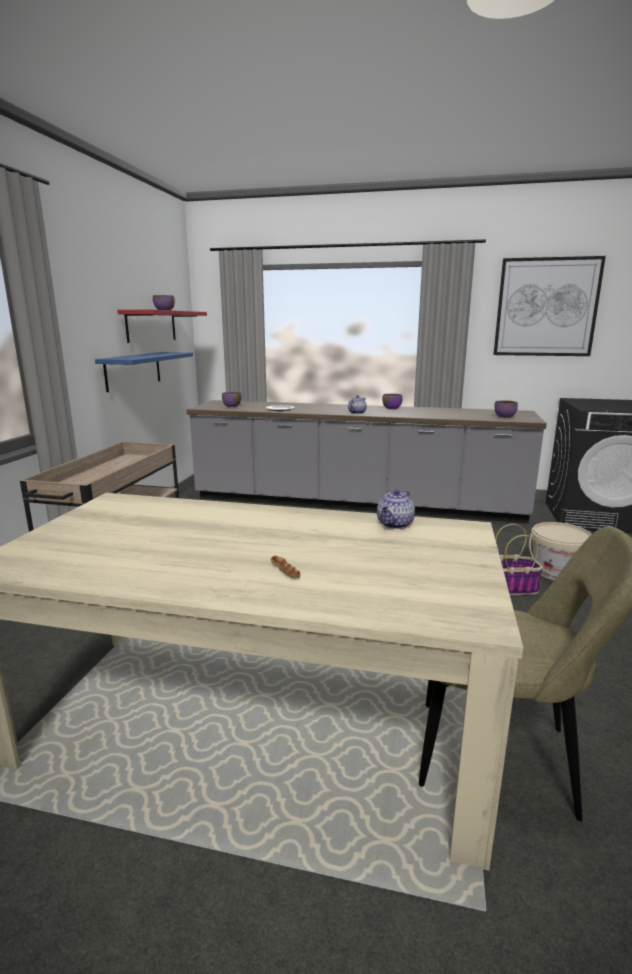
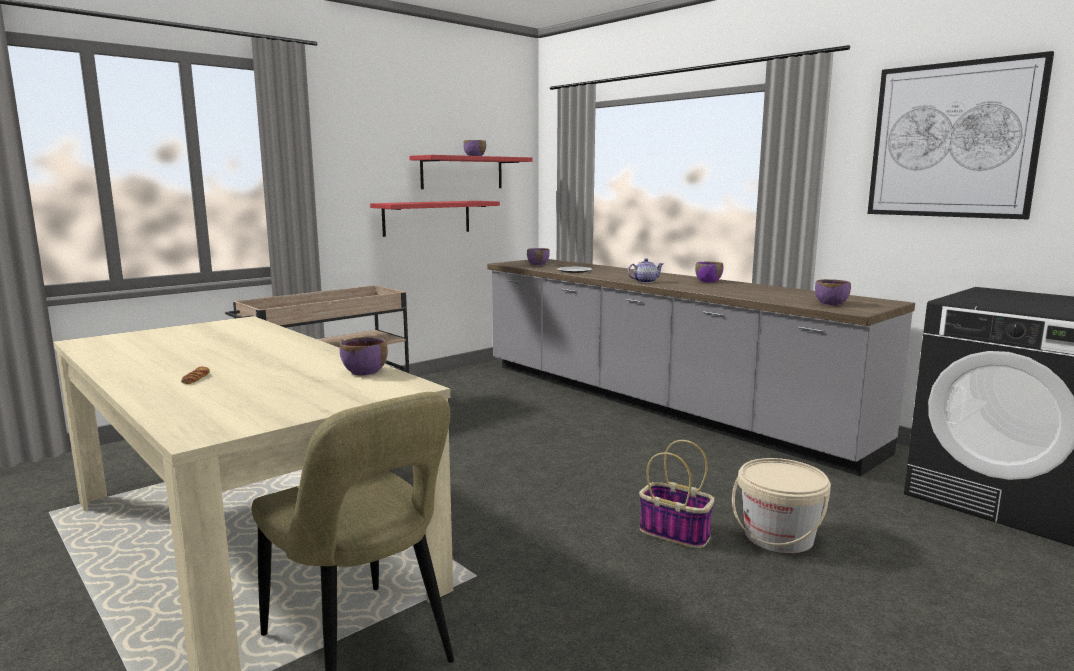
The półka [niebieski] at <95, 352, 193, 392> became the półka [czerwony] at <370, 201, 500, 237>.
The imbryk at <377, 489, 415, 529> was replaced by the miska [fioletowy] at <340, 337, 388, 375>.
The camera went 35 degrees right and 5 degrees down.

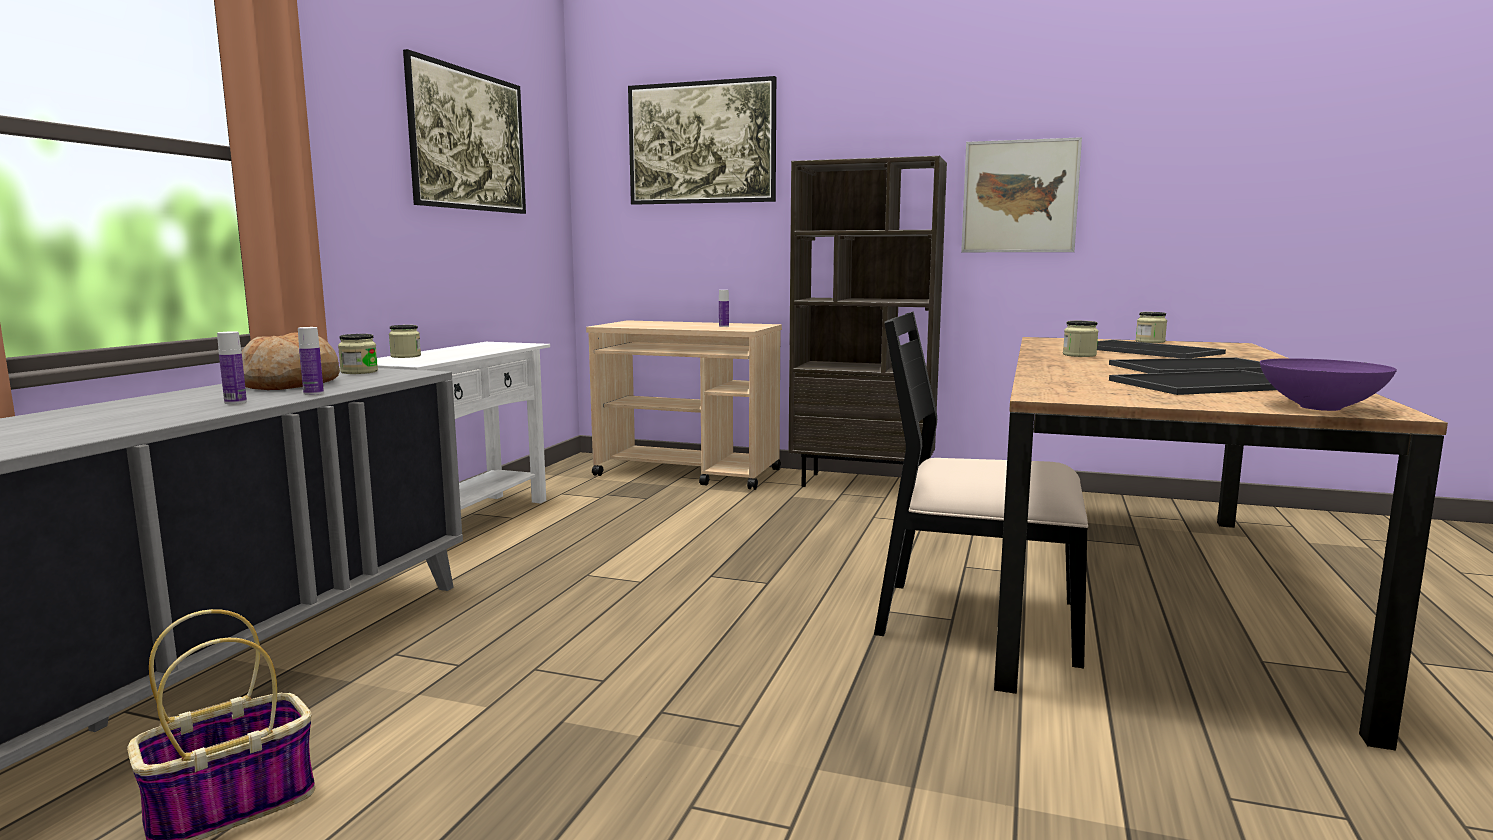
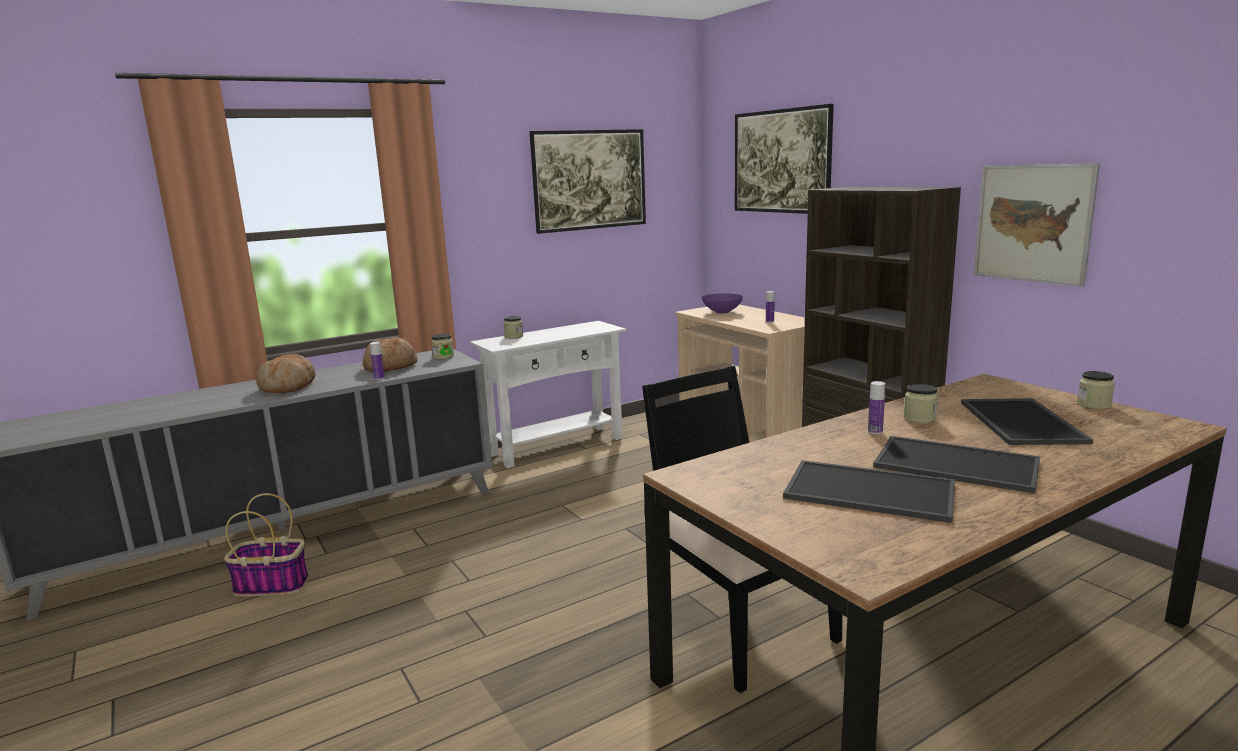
The butelka moved from <217, 331, 247, 404> to <868, 381, 885, 434>.
The miska [fioletowy] moved from <1260, 358, 1397, 411> to <702, 293, 743, 314>.
The chleb at <256, 354, 316, 393> appeared.
The camera went 40 degrees right and 5 degrees up.

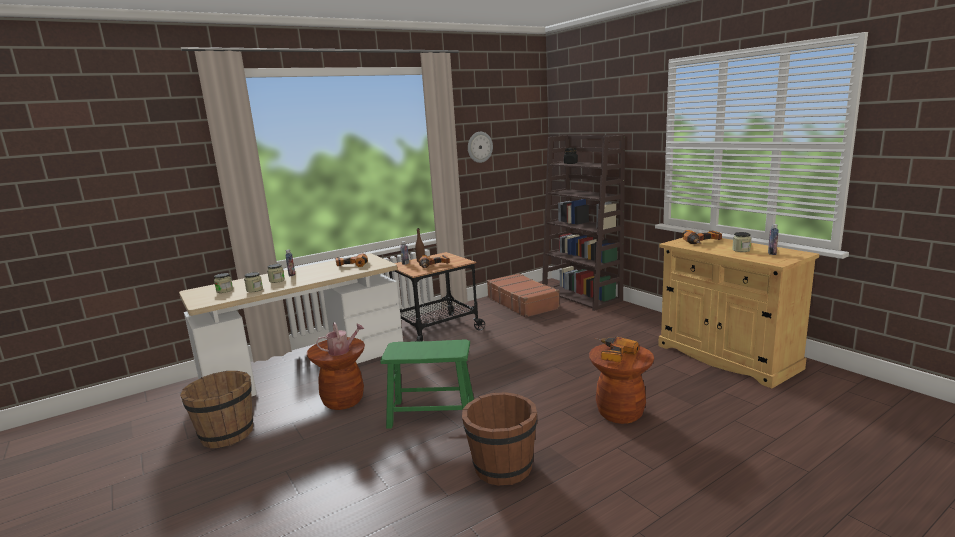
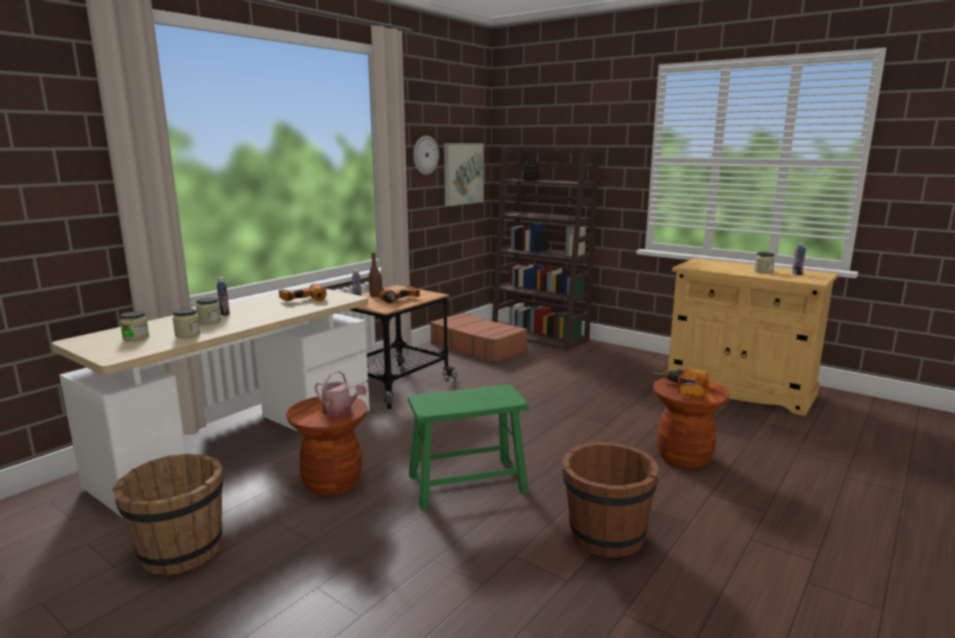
The konewka at <316, 322, 364, 356> turned 75 degrees clockwise.
The wiertarka at <682, 230, 722, 244> disappeared.
The obraz at <444, 143, 484, 206> appeared.
The camera went 20 degrees left and 0 degrees up.

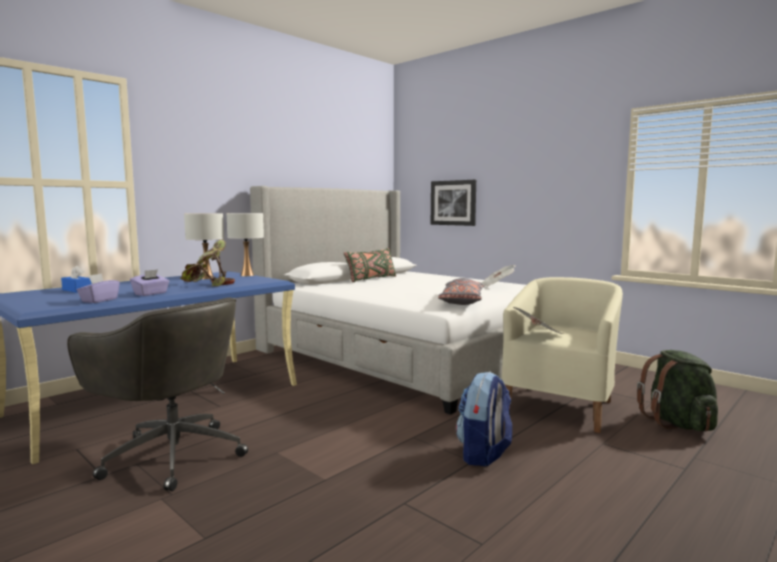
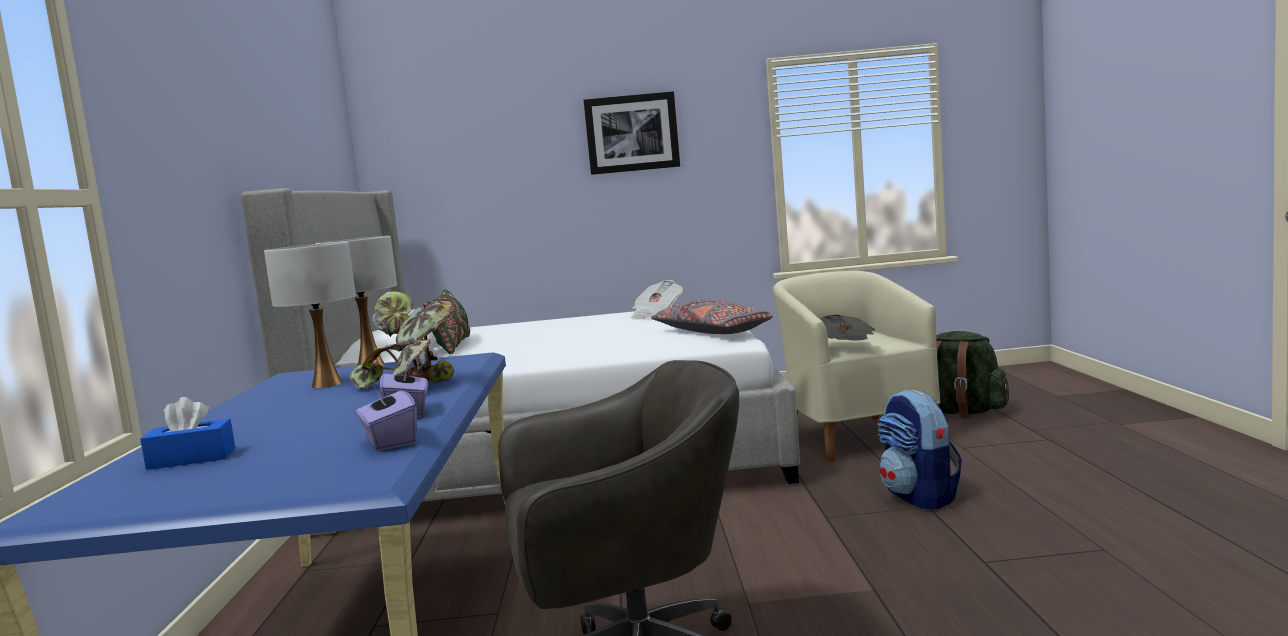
The obraz moved from <431, 180, 476, 226> to <584, 91, 680, 175>.
The camera went 45 degrees left and 0 degrees up.

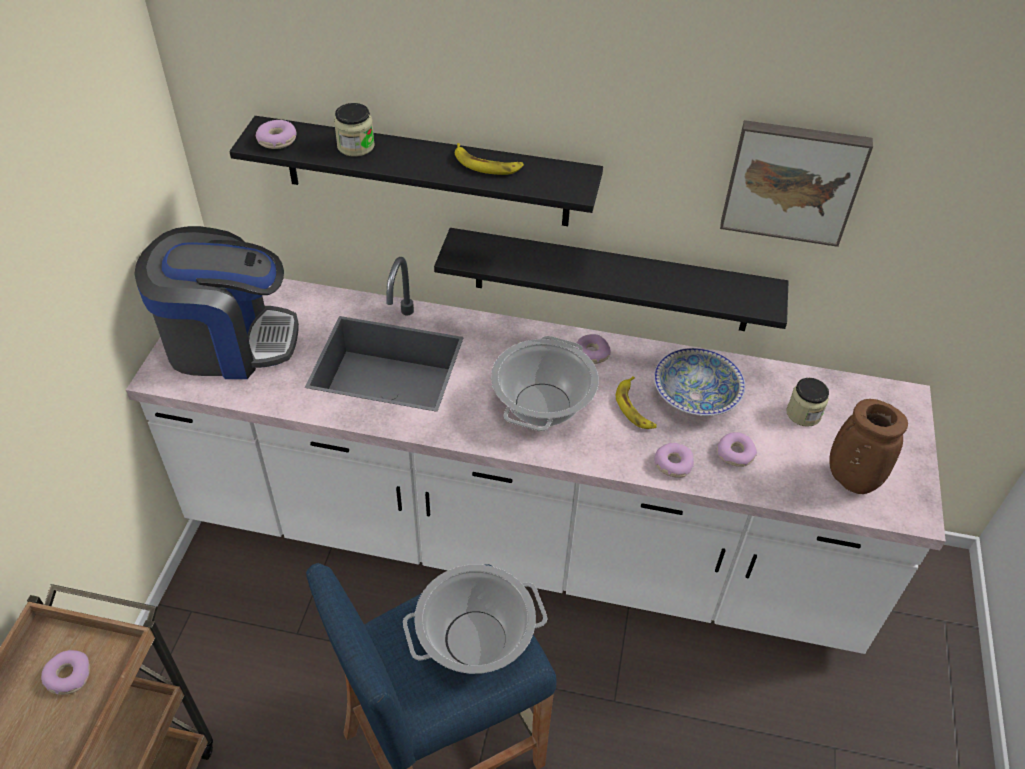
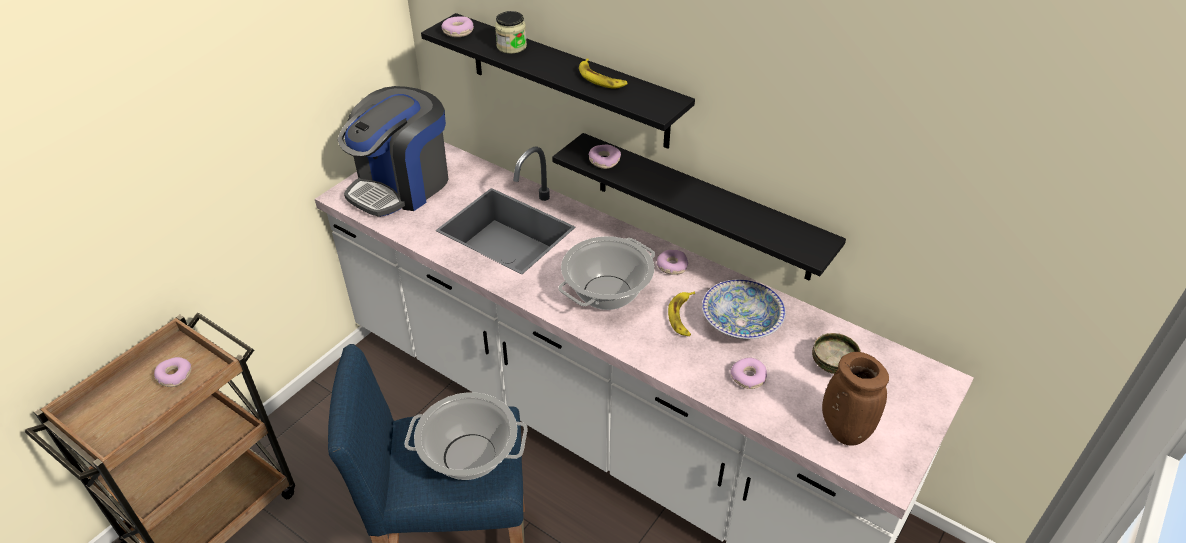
The ekspres do kawy at <134, 226, 299, 379> turned 105 degrees clockwise.
The donut moved from <654, 443, 694, 478> to <588, 145, 621, 169>.
The obraz at <720, 120, 873, 247> disappeared.
The słoik at <786, 378, 829, 427> was replaced by the miska at <812, 333, 861, 374>.
The camera went 25 degrees right and 5 degrees down.

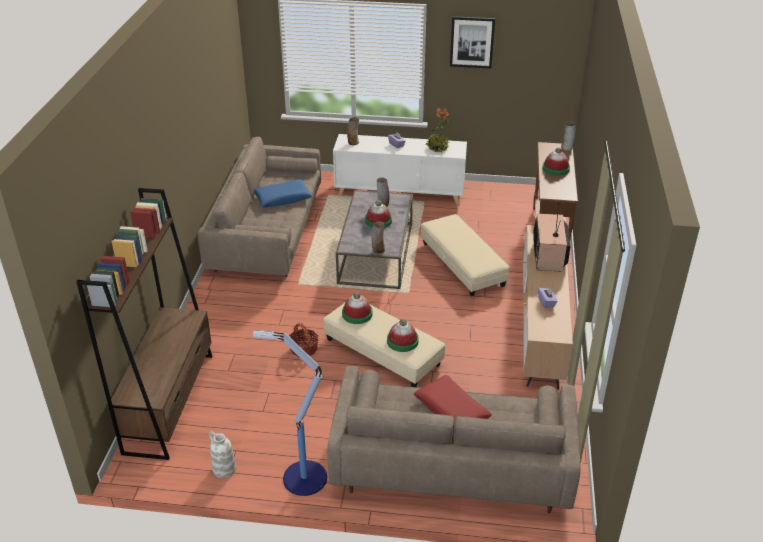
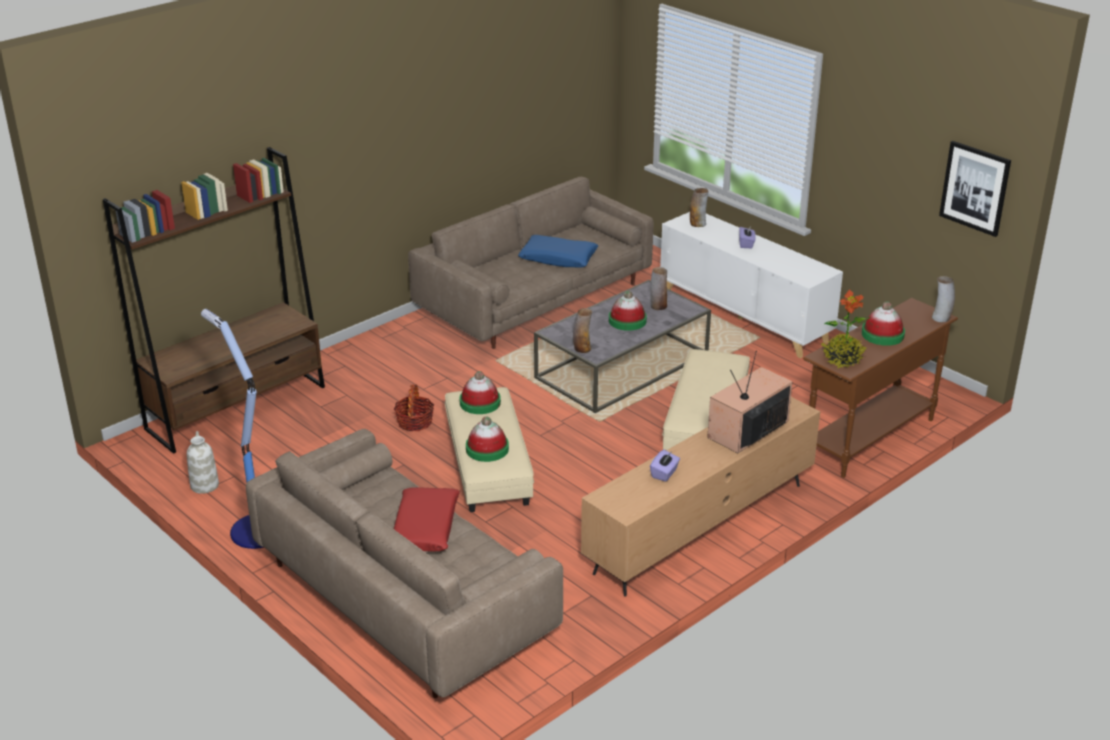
The roślina doniczkowa moved from <426, 108, 451, 153> to <821, 290, 870, 369>.
The obraz moved from <450, 16, 495, 69> to <939, 141, 1011, 237>.
The camera went 40 degrees right and 5 degrees down.

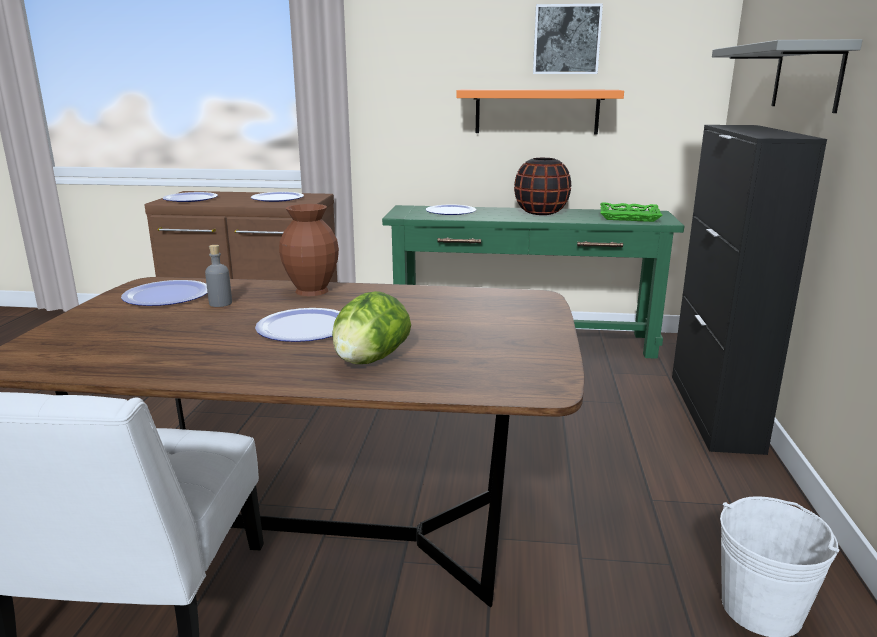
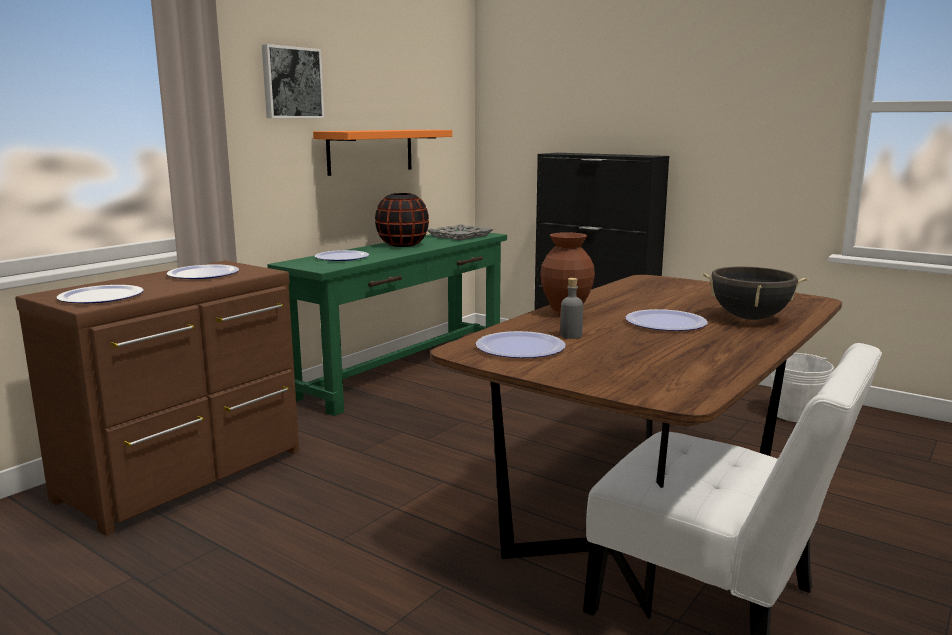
The sałata at <332, 291, 411, 364> was replaced by the garnek [czarny] at <701, 266, 808, 320>.
The obraz moved from <533, 4, 603, 74> to <262, 44, 324, 118>.
The taca [zielony] at <600, 203, 663, 222> became the taca [szary] at <427, 224, 494, 240>.
The półka [szary] at <712, 39, 862, 113> disappeared.
The camera went 60 degrees left and 5 degrees down.

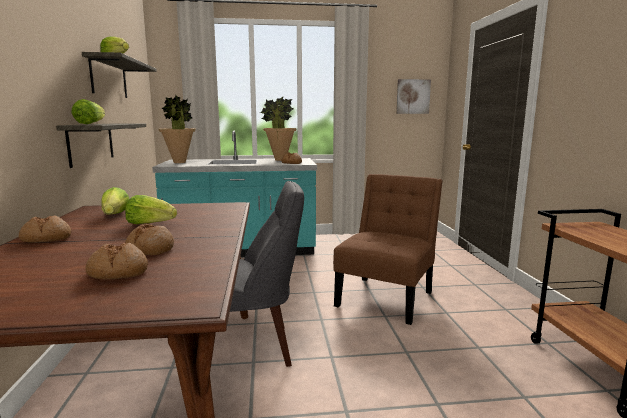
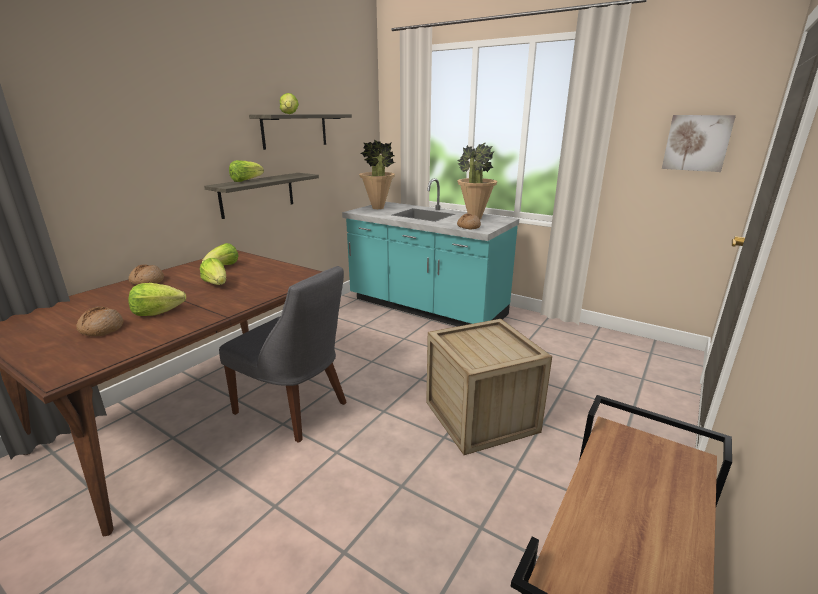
The chleb at <125, 224, 174, 255> was replaced by the sałata at <128, 283, 186, 316>.
The krzesło [brązowy] at <333, 174, 443, 325> was replaced by the skrzynka at <426, 319, 552, 455>.
The camera went 40 degrees right and 10 degrees up.

